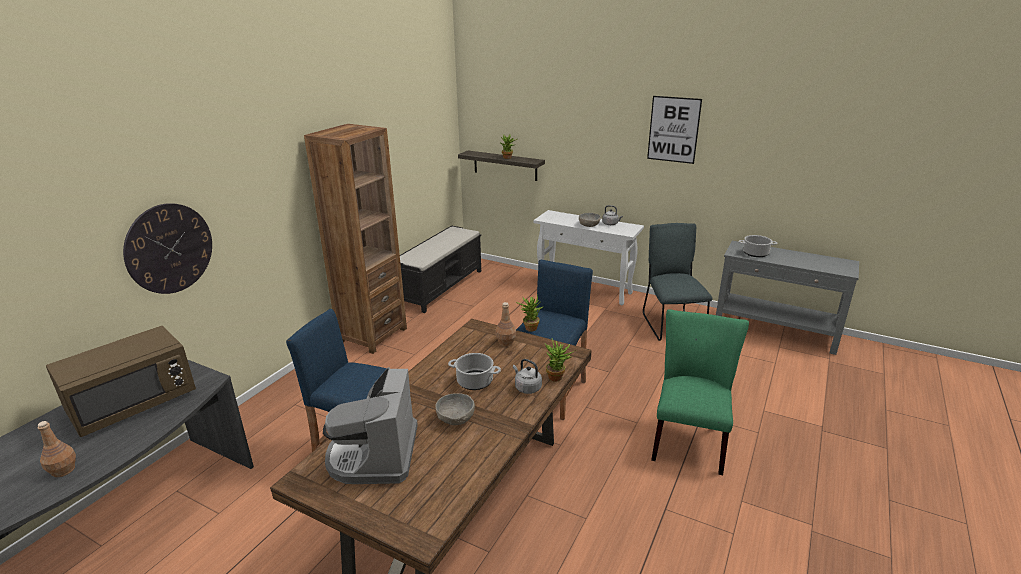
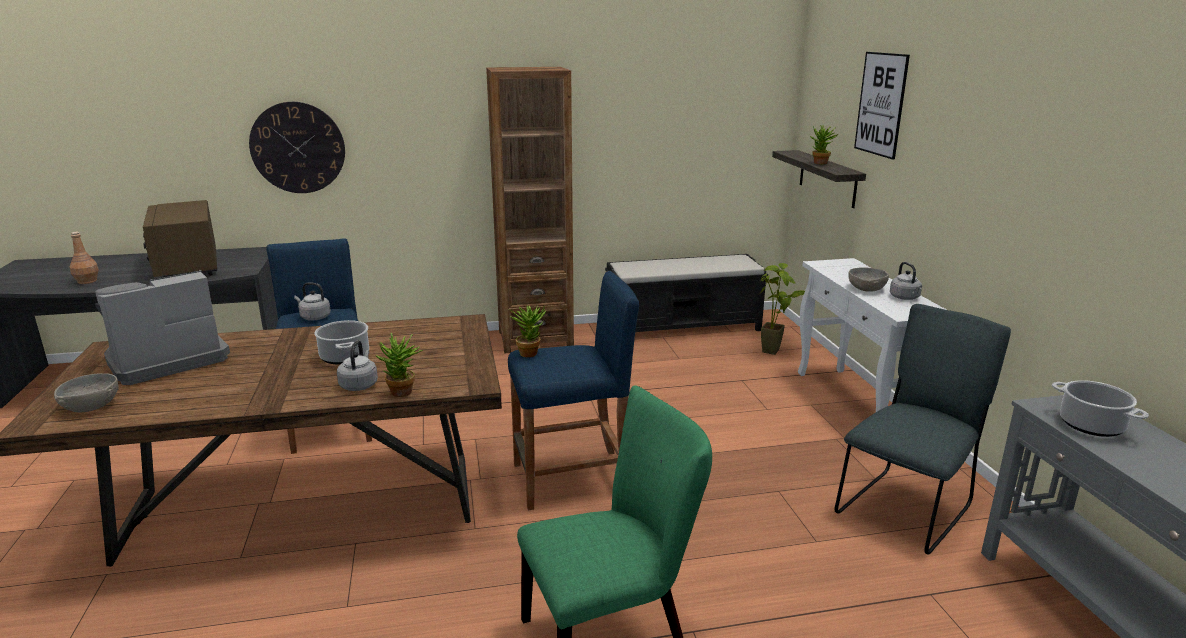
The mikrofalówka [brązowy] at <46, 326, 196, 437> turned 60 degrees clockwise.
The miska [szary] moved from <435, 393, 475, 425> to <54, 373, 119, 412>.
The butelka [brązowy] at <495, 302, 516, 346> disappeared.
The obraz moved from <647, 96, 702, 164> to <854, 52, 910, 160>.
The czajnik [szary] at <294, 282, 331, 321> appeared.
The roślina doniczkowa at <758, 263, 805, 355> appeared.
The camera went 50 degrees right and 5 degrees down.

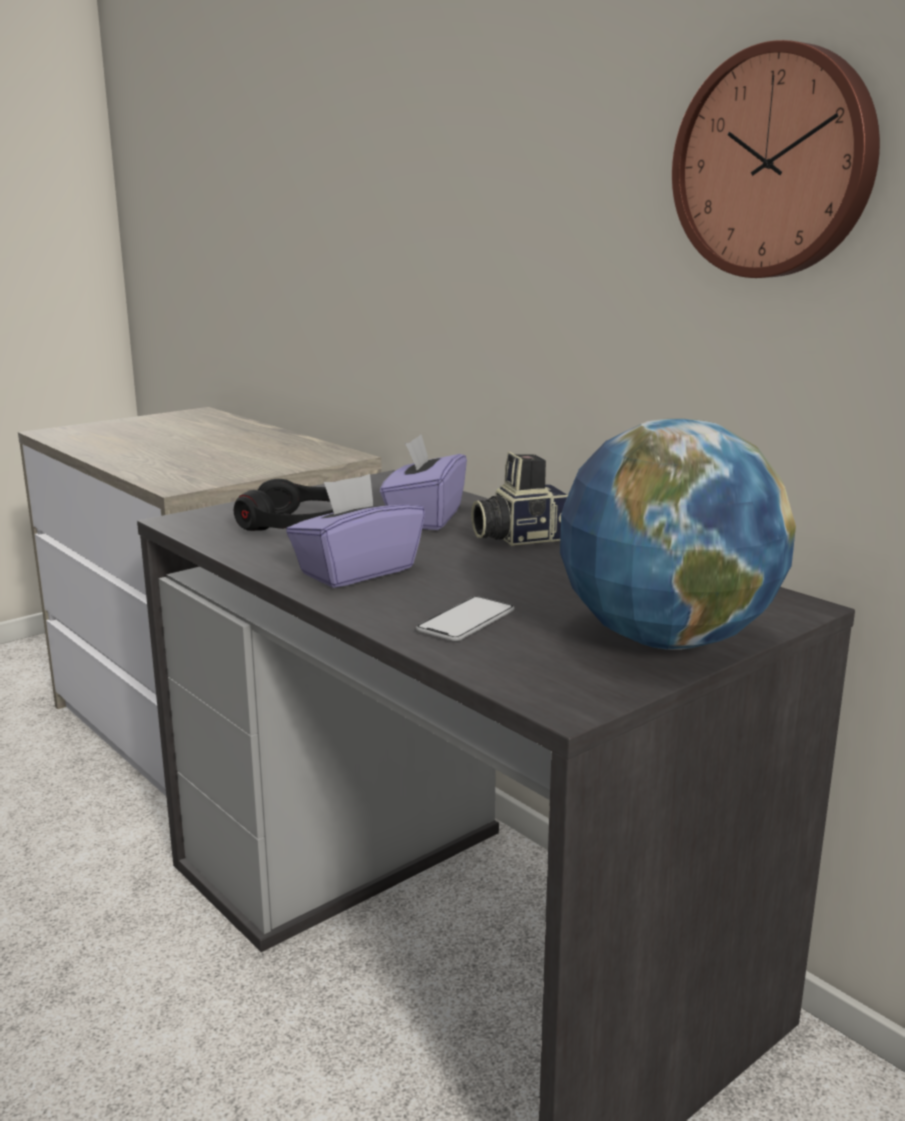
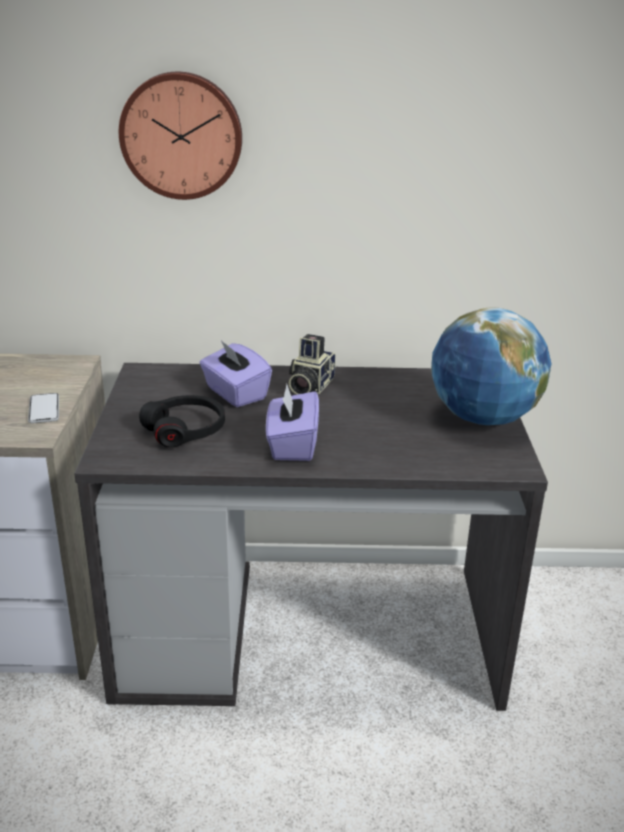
The telefon moved from <416, 596, 514, 641> to <28, 393, 59, 423>.
The zegar ścienny moved from <672, 40, 880, 278> to <119, 72, 242, 200>.
The camera went 50 degrees left and 10 degrees up.

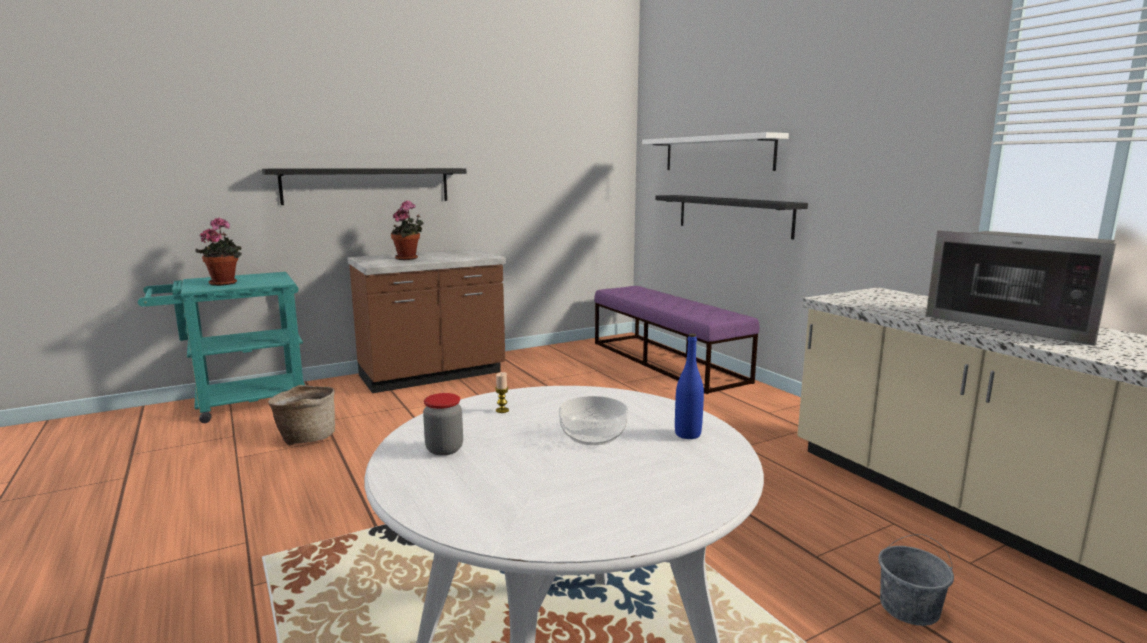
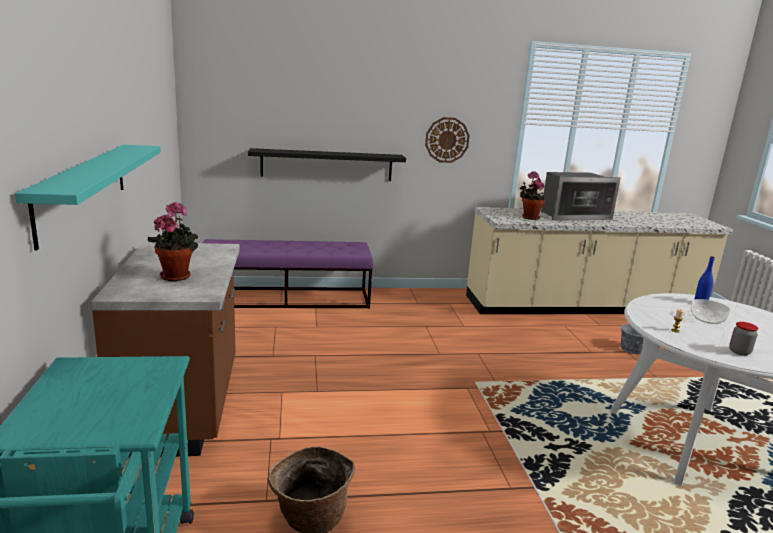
The roślina doniczkowa moved from <195, 217, 242, 286> to <520, 171, 545, 220>.
The półka [czarny] at <262, 168, 466, 205> became the półka [turkusowy] at <15, 145, 161, 251>.
The półka [biały] at <642, 132, 789, 171> disappeared.
The zegar ścienny at <425, 117, 470, 163> appeared.
The camera went 70 degrees left and 5 degrees up.

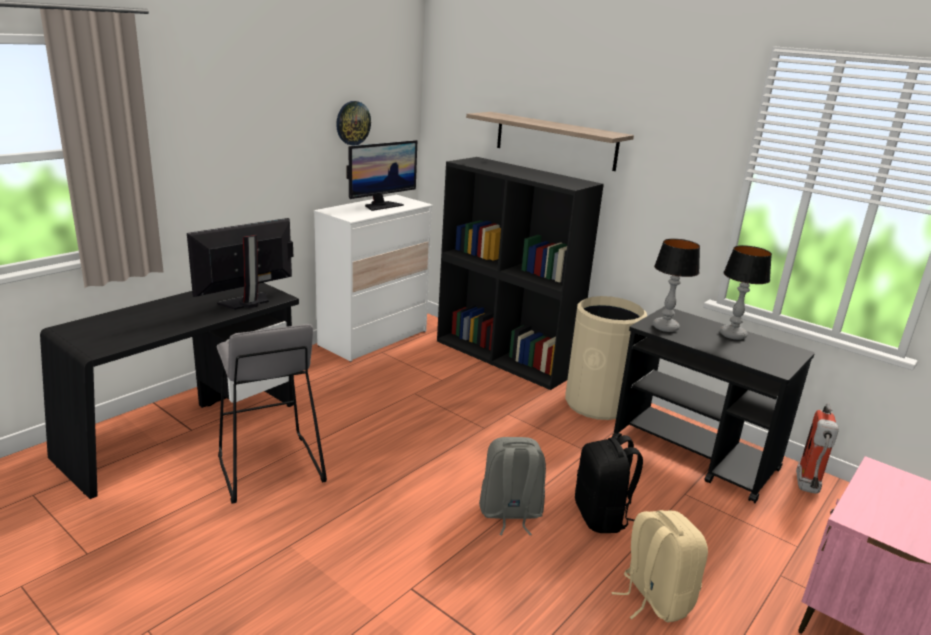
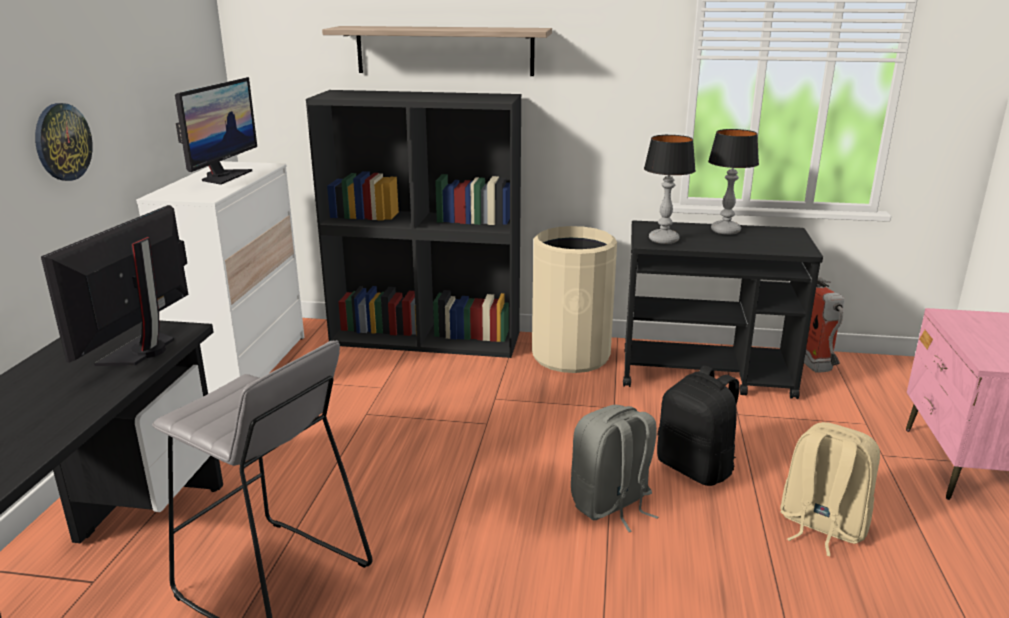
The zegar ścienny moved from <336, 101, 371, 146> to <35, 103, 93, 181>.
The camera went 30 degrees left and 0 degrees up.

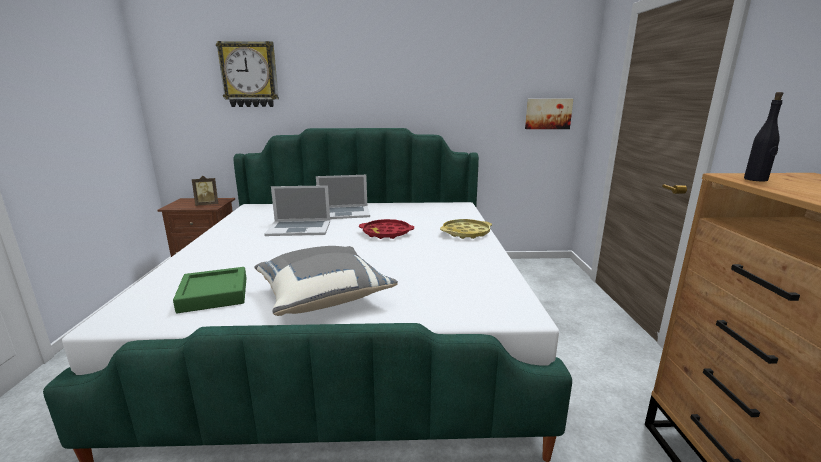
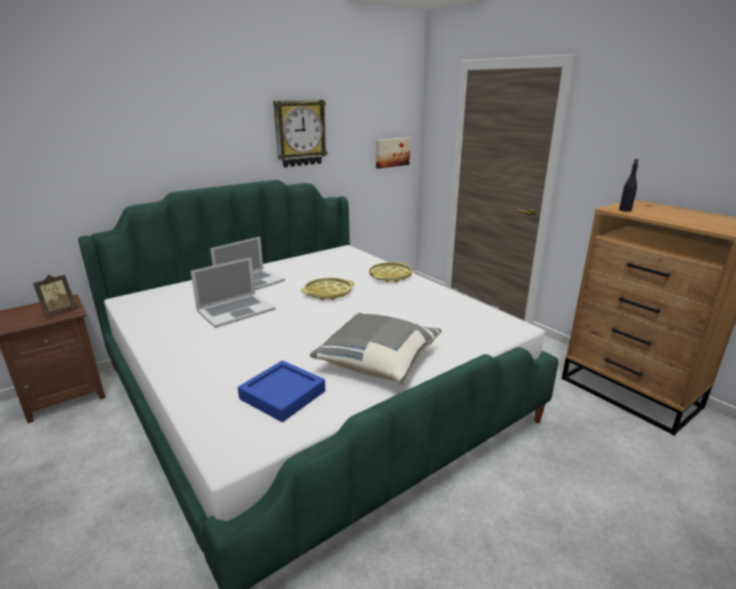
The taca [zielony] at <173, 267, 246, 313> became the taca [niebieski] at <238, 360, 325, 422>.
The zegar ścienny moved from <216, 41, 279, 107> to <273, 100, 328, 168>.
The taca [czerwony] at <359, 219, 414, 239> became the taca [żółty] at <301, 278, 354, 300>.
The camera went 35 degrees left and 5 degrees up.

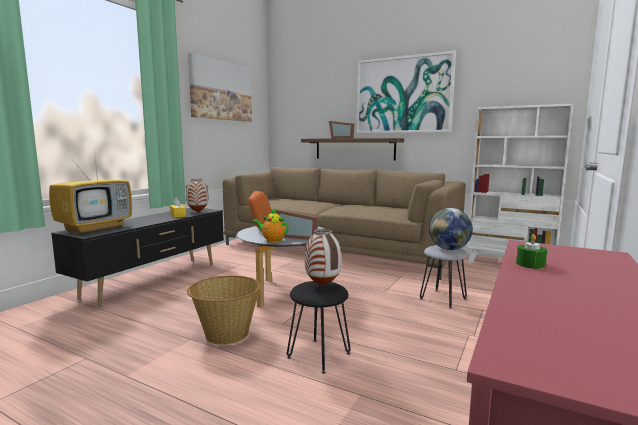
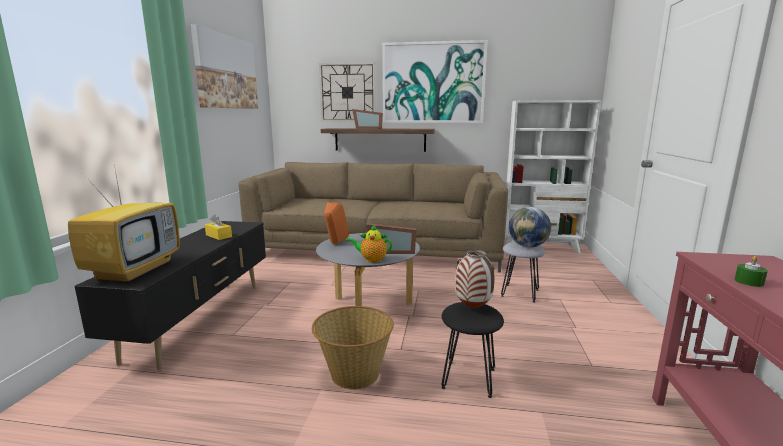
The wazon at <186, 179, 208, 212> disappeared.
The zegar ścienny at <319, 62, 376, 122> appeared.
The camera went 20 degrees left and 5 degrees up.

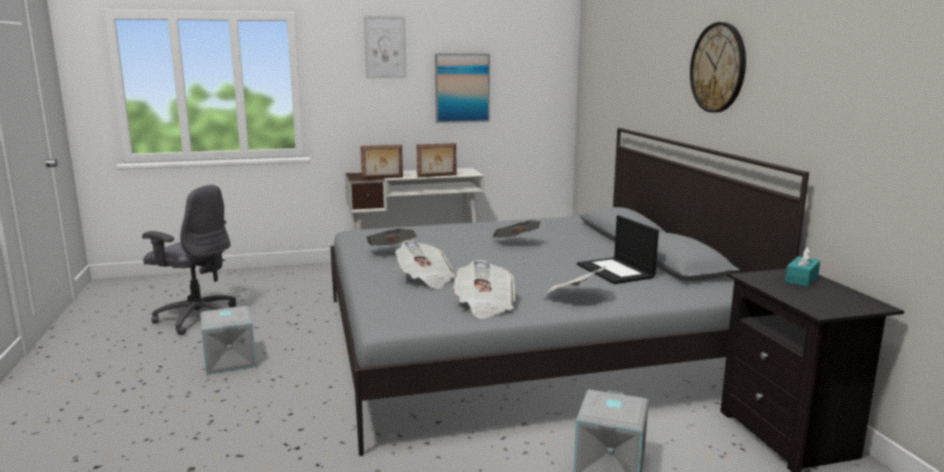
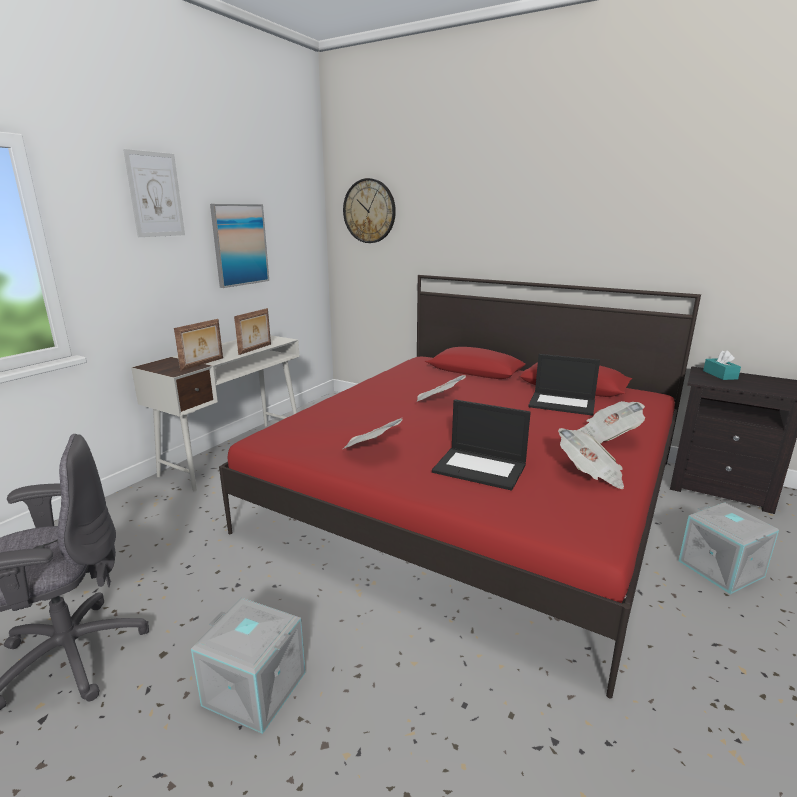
The łóżko [szary] at <330, 128, 809, 456> became the łóżko [czerwony] at <219, 275, 701, 699>.
The gazeta at <395, 241, 455, 289> was replaced by the laptop at <432, 399, 531, 491>.
The zegar ścienny moved from <690, 22, 746, 113> to <343, 178, 396, 243>.
The camera went 45 degrees left and 5 degrees up.

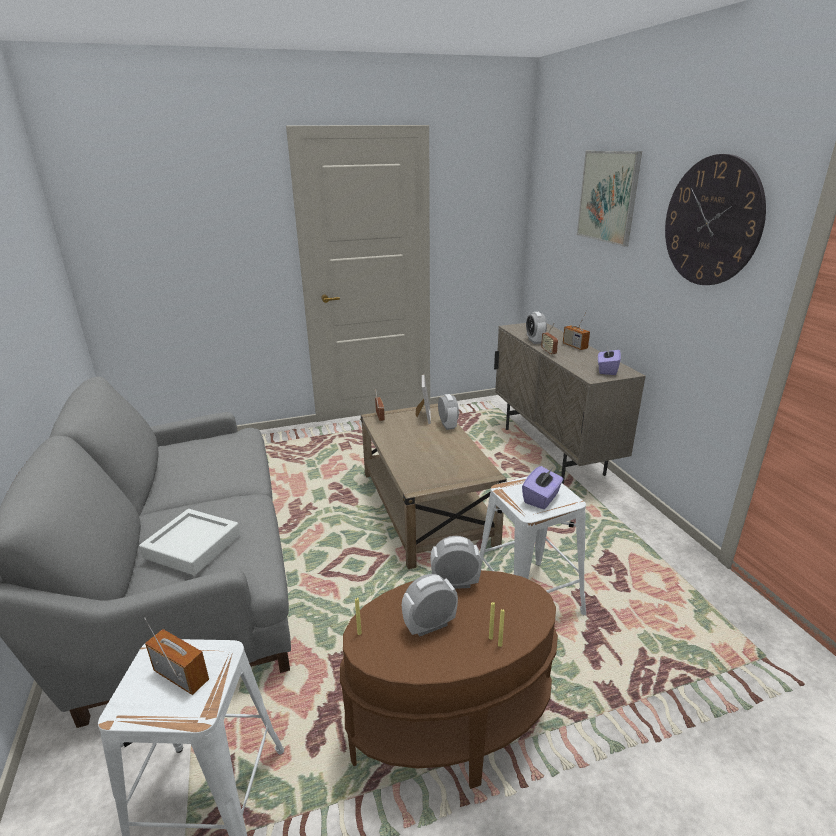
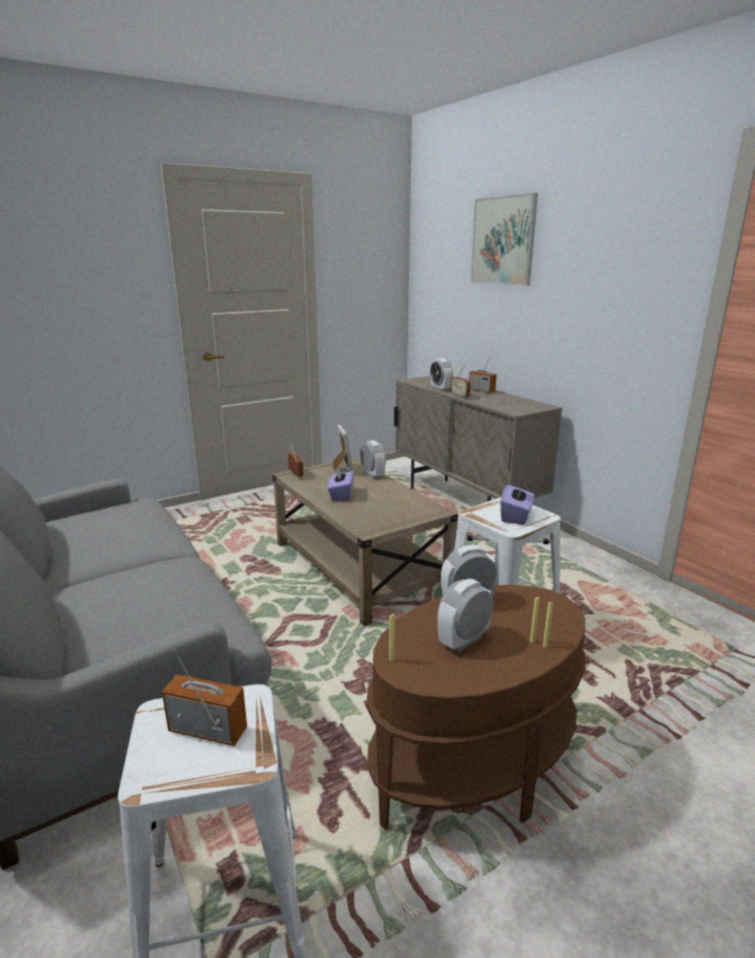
The taca [biały] at <139, 509, 240, 575> disappeared.
The pudełko chusteczek [fioletowy] moved from <598, 344, 621, 375> to <328, 466, 354, 501>.
The zegar ścienny at <665, 154, 766, 285> disappeared.
The camera went 15 degrees left and 5 degrees down.

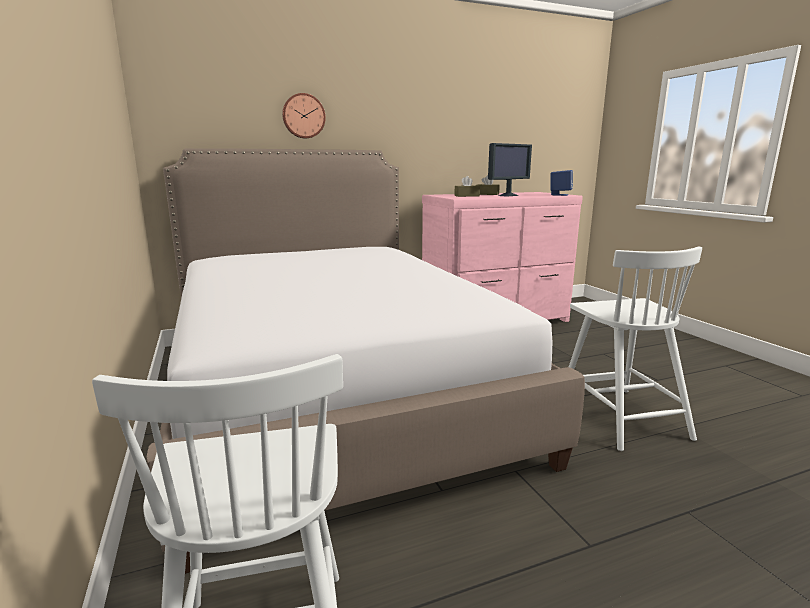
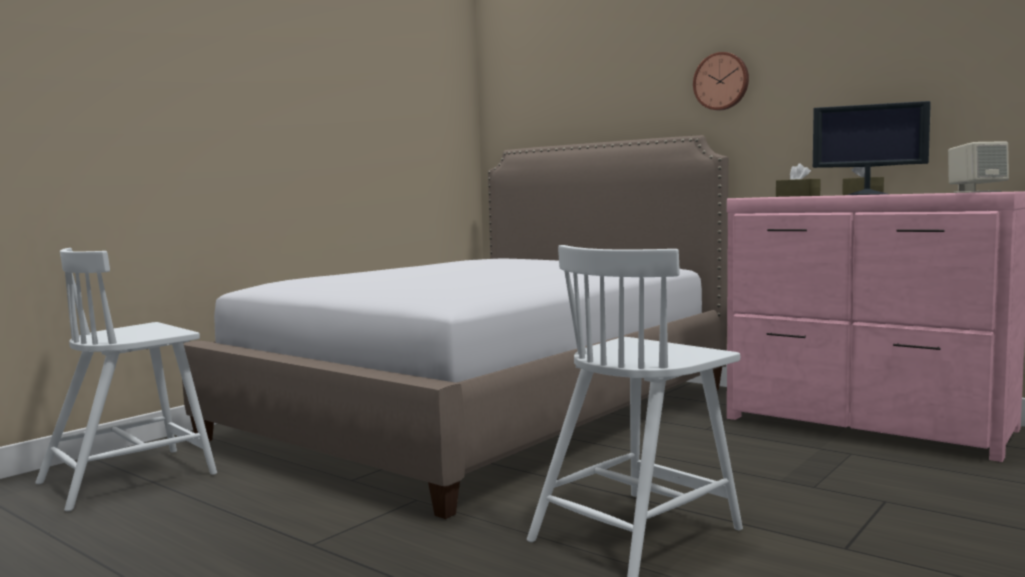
The zegar ścienny moved from <282, 93, 326, 138> to <693, 52, 749, 110>.
The głośnik [niebieski] at <551, 170, 573, 196> became the głośnik [beżowy] at <948, 141, 1009, 193>.
The camera went 60 degrees right and 10 degrees down.

